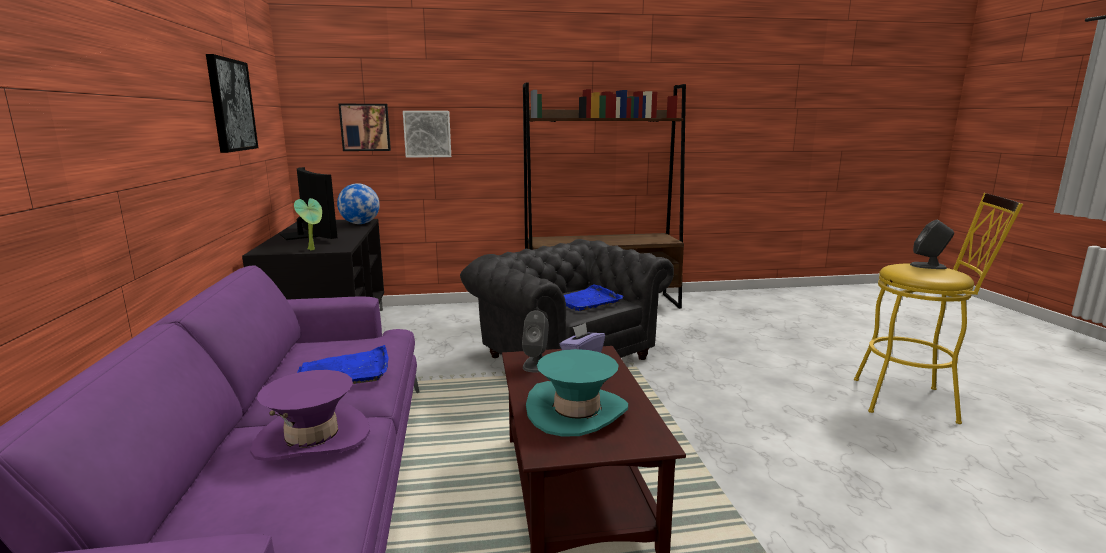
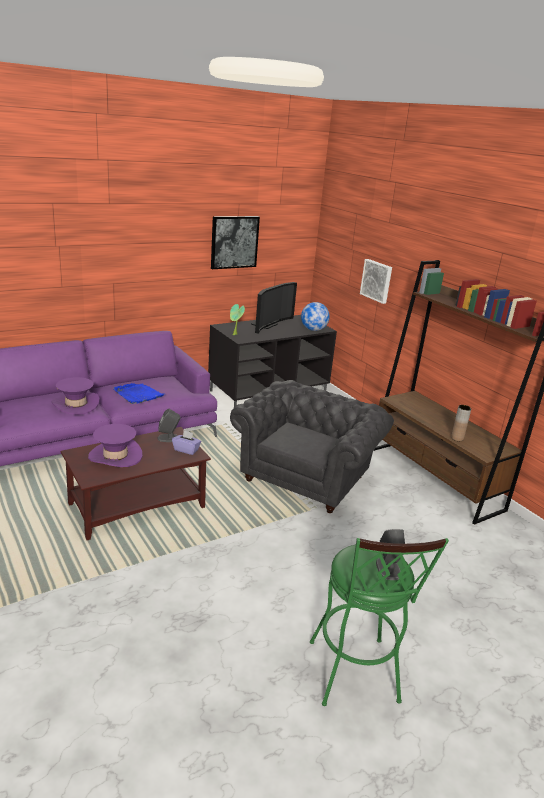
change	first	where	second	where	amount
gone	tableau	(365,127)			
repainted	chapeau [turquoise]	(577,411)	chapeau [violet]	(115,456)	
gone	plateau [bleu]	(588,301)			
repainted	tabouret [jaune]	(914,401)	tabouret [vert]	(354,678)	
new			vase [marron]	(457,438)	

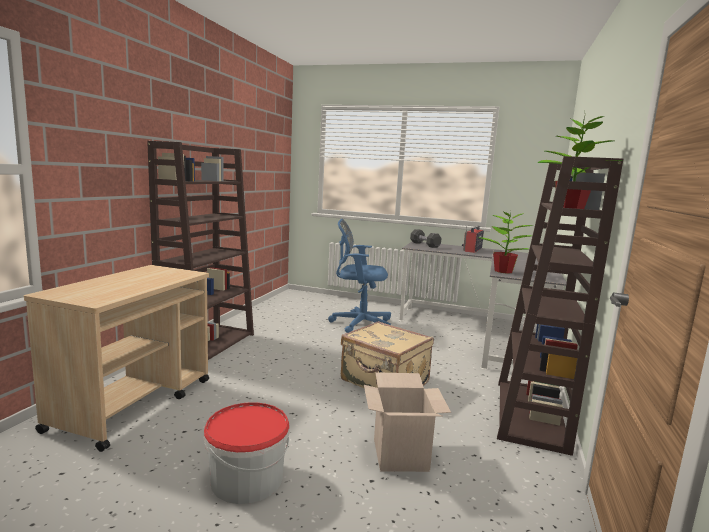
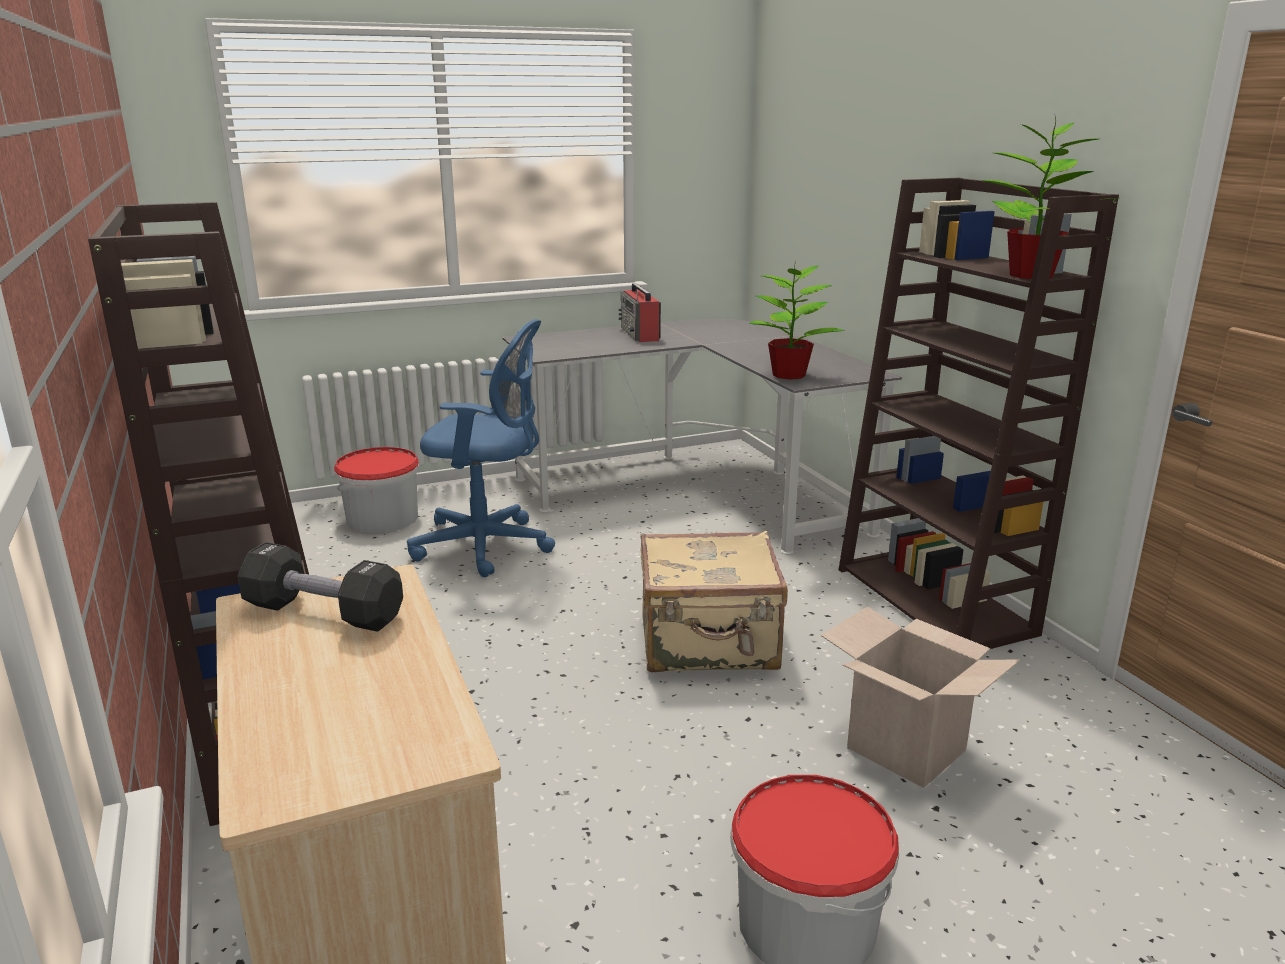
change	first	where	second	where	amount
rotated	chaise de bureau [bleu]	(359,324)		(488,546)	135 degrees counterclockwise
shifted	haltère [noir]	(424,245)		(324,612)	
new			seau	(383,518)	

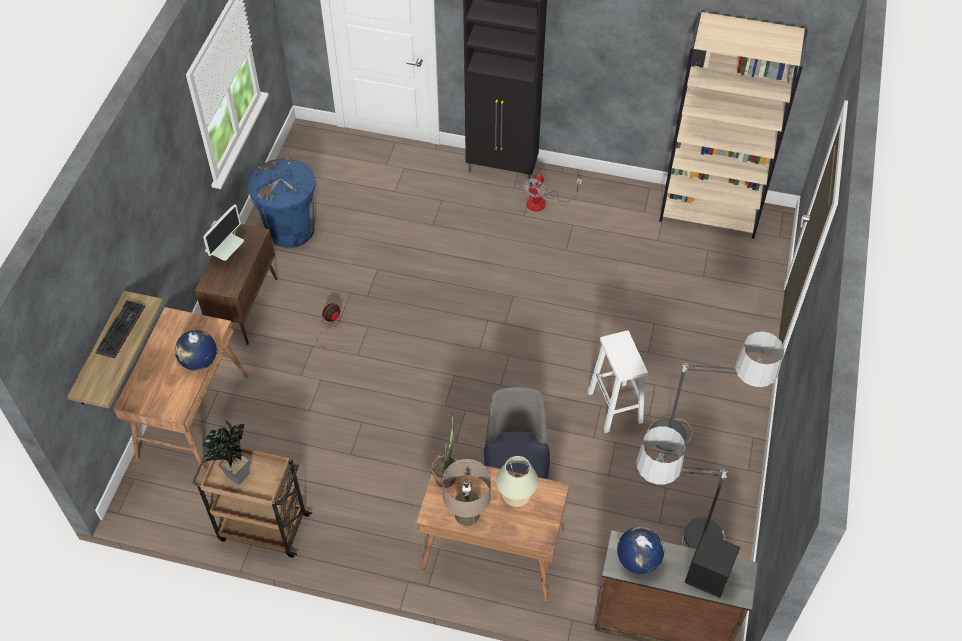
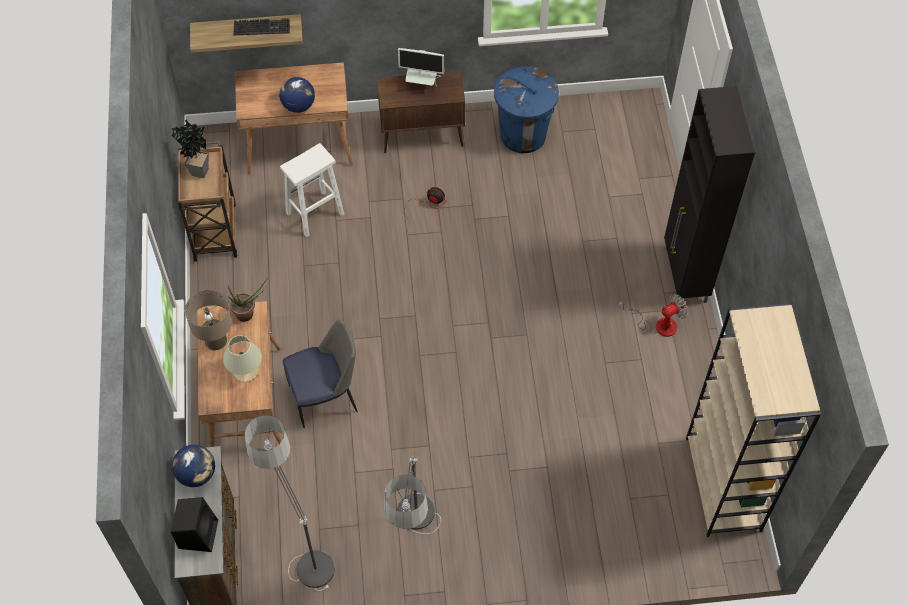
change	first	where	second	where	amount
rotated	ventilateur	(543,202)		(658,324)	150 degrees clockwise
shifted	tabouret [blanc]	(615,408)		(314,214)	

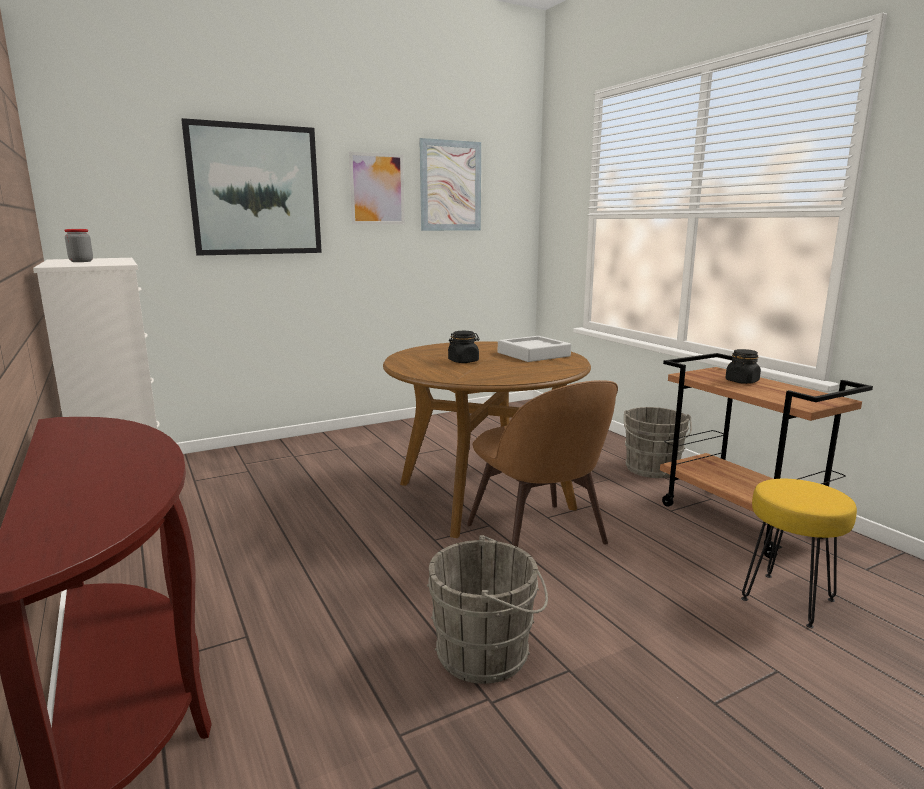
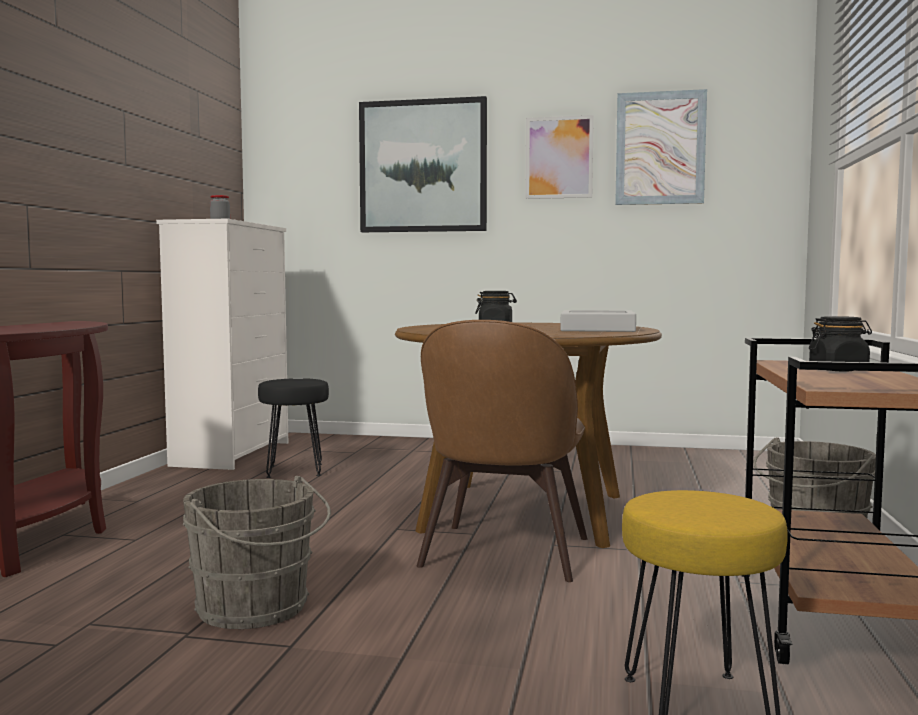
change	first	where	second	where	amount
new			tabouret [noir]	(295,470)	

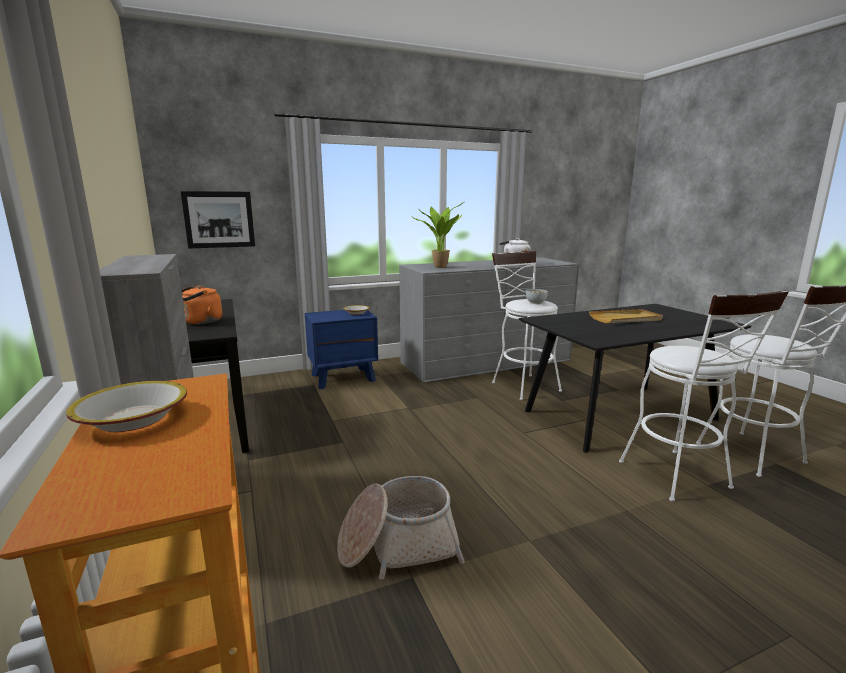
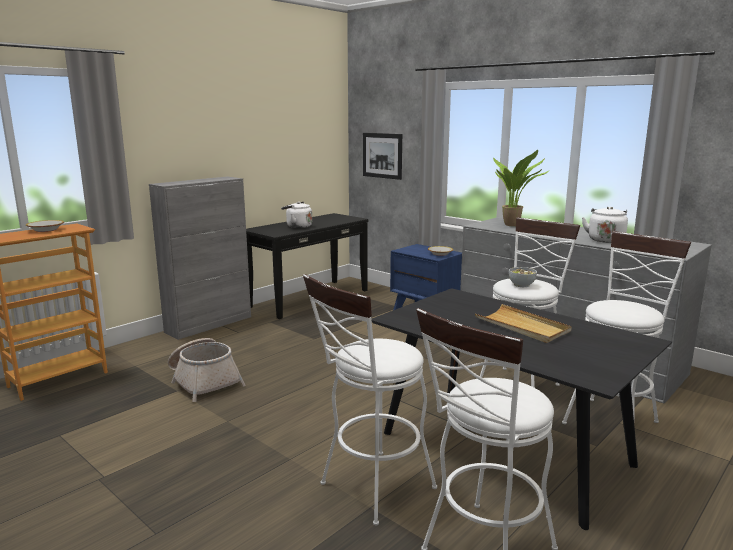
change	first	where	second	where	amount
repainted	bouilloire [orange]	(200,322)	bouilloire [blanc]	(297,226)	
new			tabouret [blanc]	(613,419)	

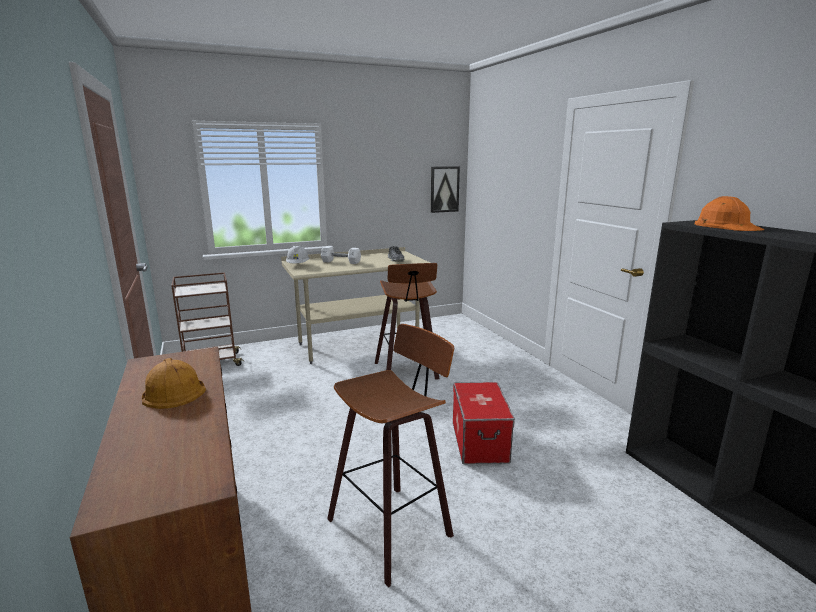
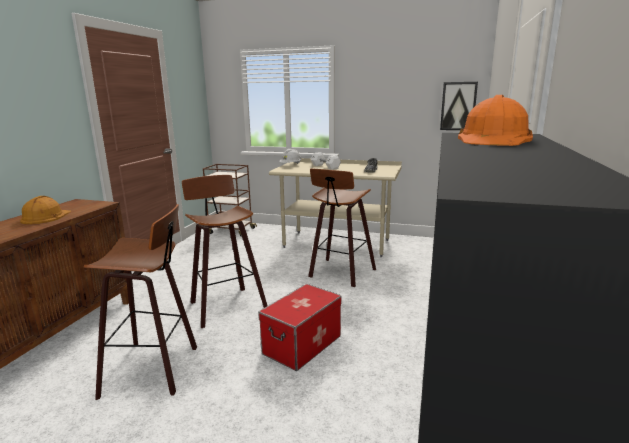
change	first	where	second	where	amount
new			tabouret	(225,305)	

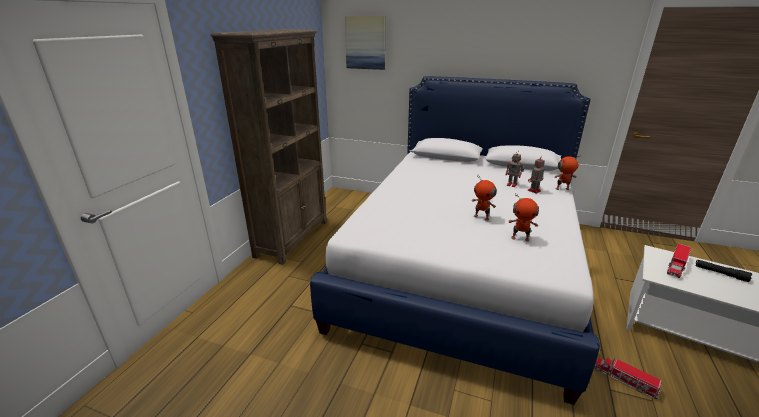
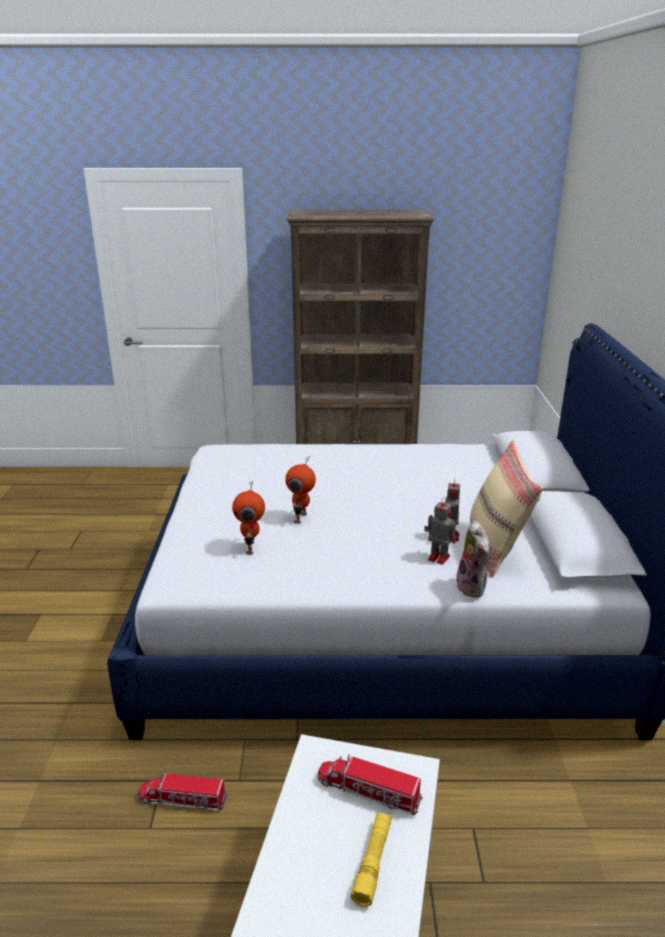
change	first	where	second	where	amount
gone	tableau	(365,43)			
swapped	robot jouet	(562,189)	peluche	(474,587)	
rotated	camion jouet	(624,380)		(183,799)	105 degrees counterclockwise
repainted	lampe de poche [noir]	(720,273)	lampe de poche [jaune]	(373,862)	
new			coussin [beige]	(497,548)	

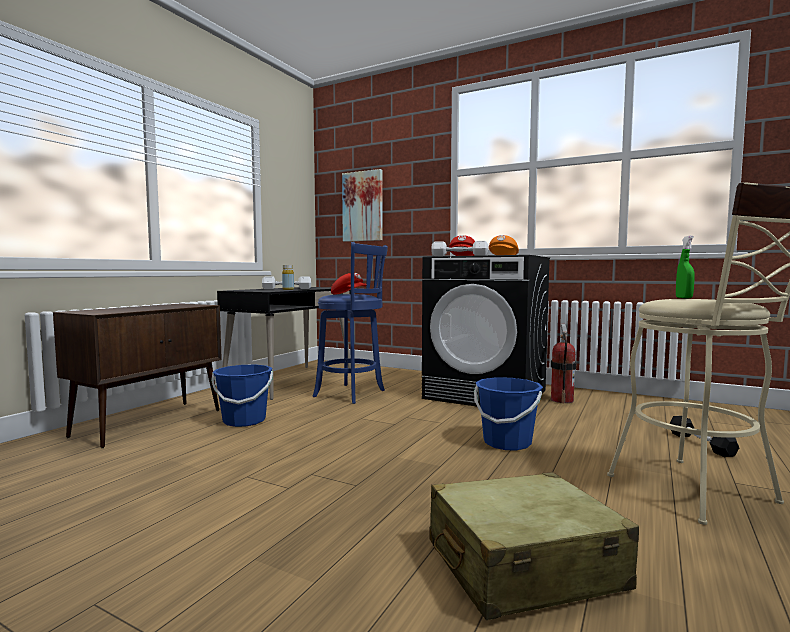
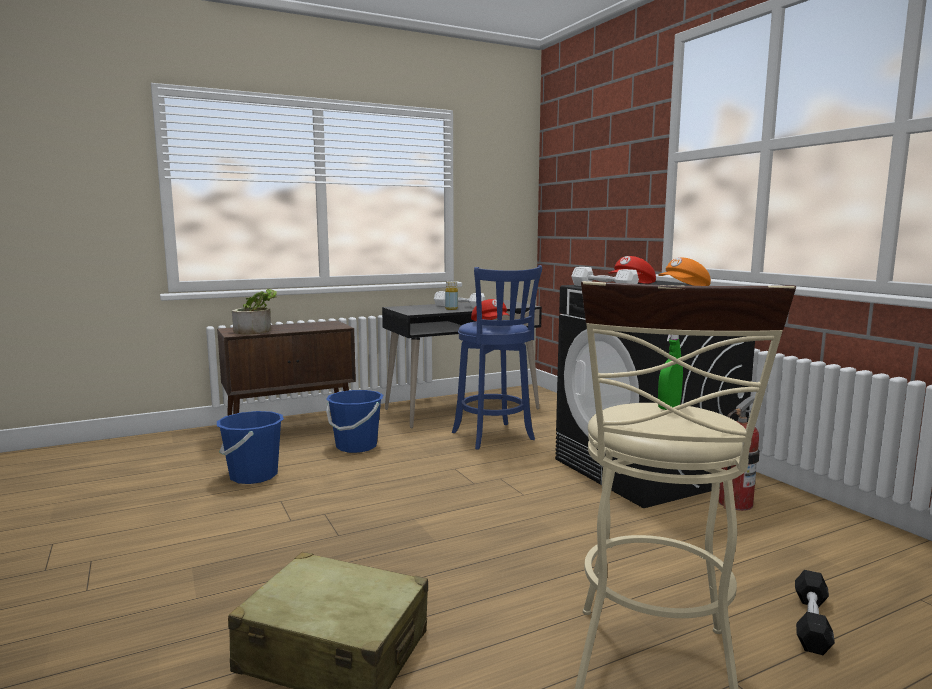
change	first	where	second	where	amount
gone	tableau	(363,206)			
shifted	seau [bleu]	(507,442)		(253,476)	
new			plante en pot	(257,330)	

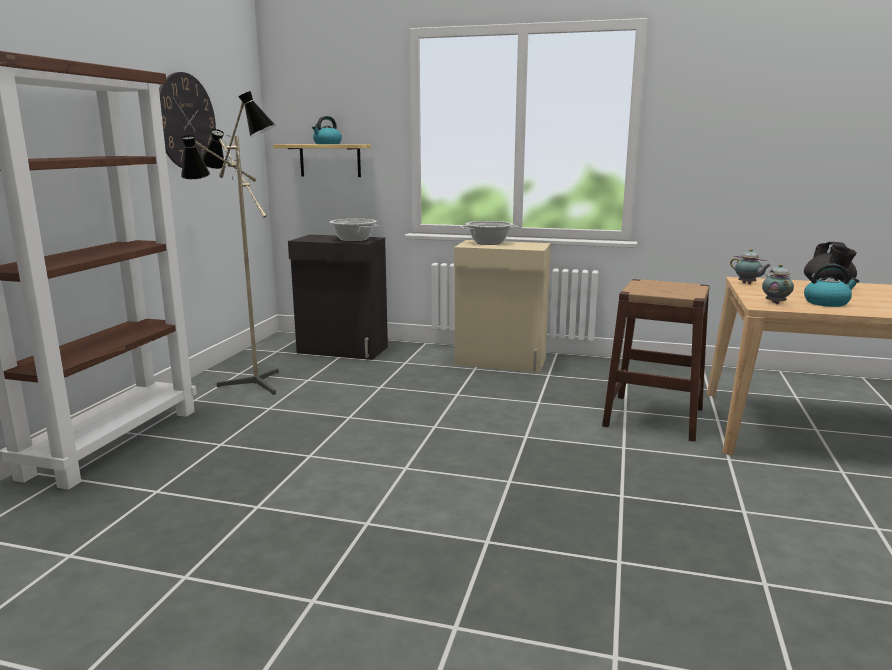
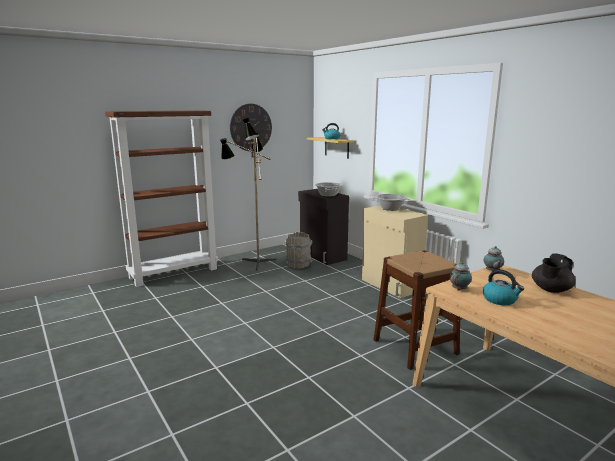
change	first	where	second	where	amount
new			seau [gris]	(298,264)	

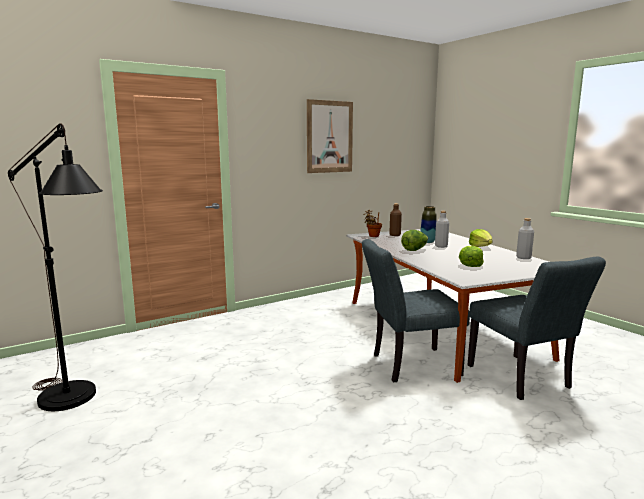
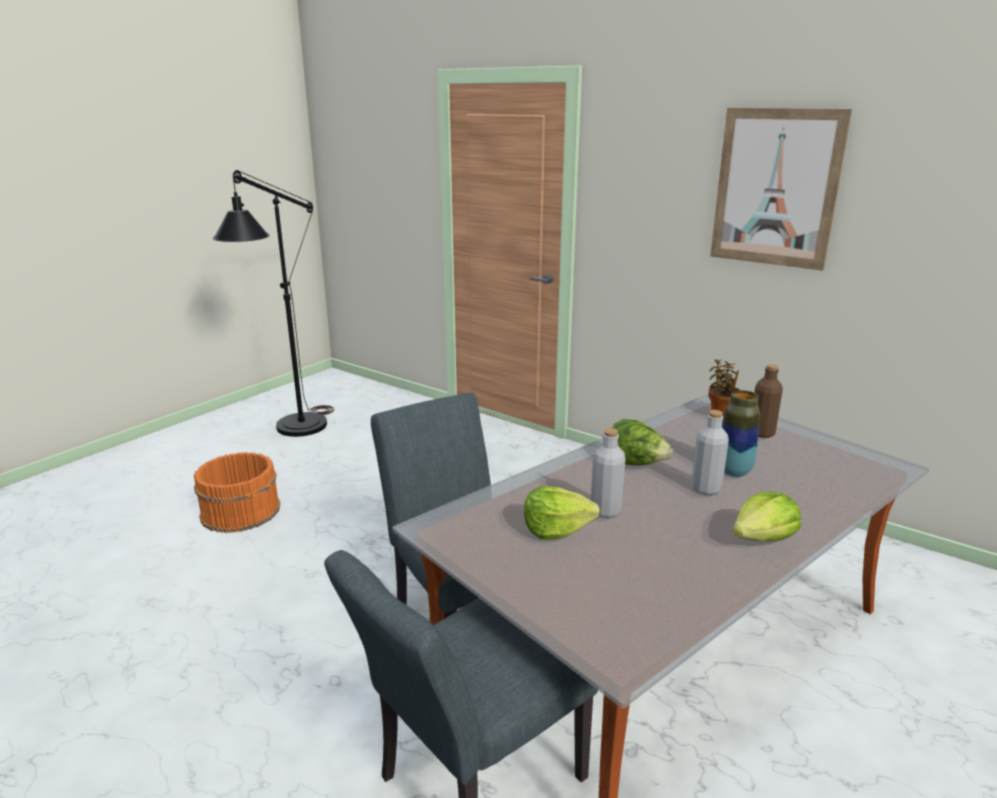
change	first	where	second	where	amount
shifted	bouteille [gris]	(523,257)		(605,510)	
new			seau [orange]	(240,511)	

